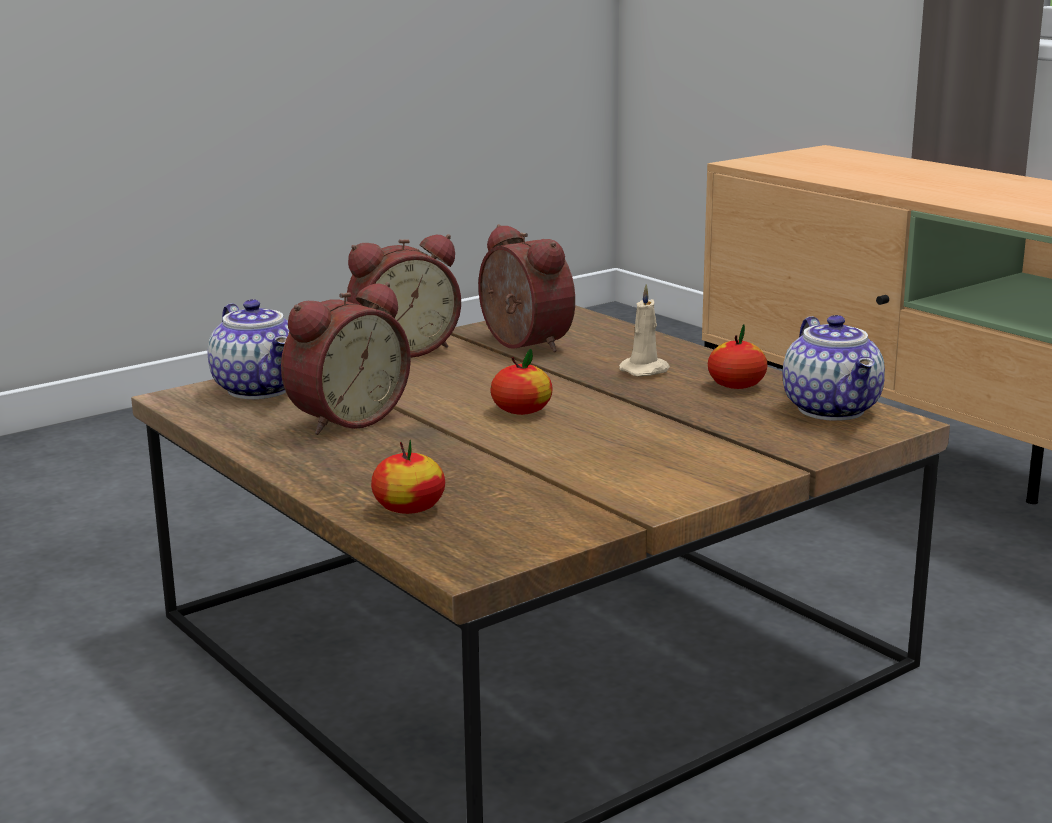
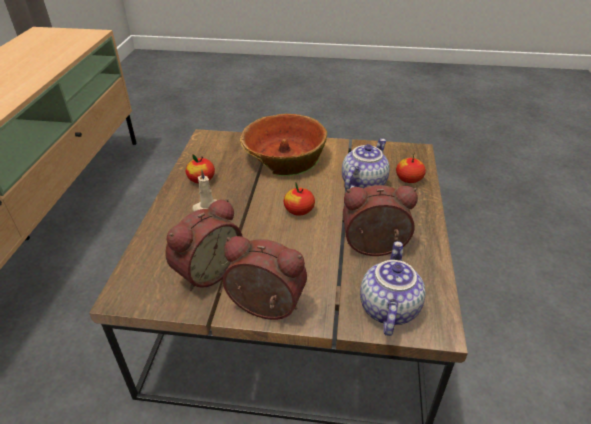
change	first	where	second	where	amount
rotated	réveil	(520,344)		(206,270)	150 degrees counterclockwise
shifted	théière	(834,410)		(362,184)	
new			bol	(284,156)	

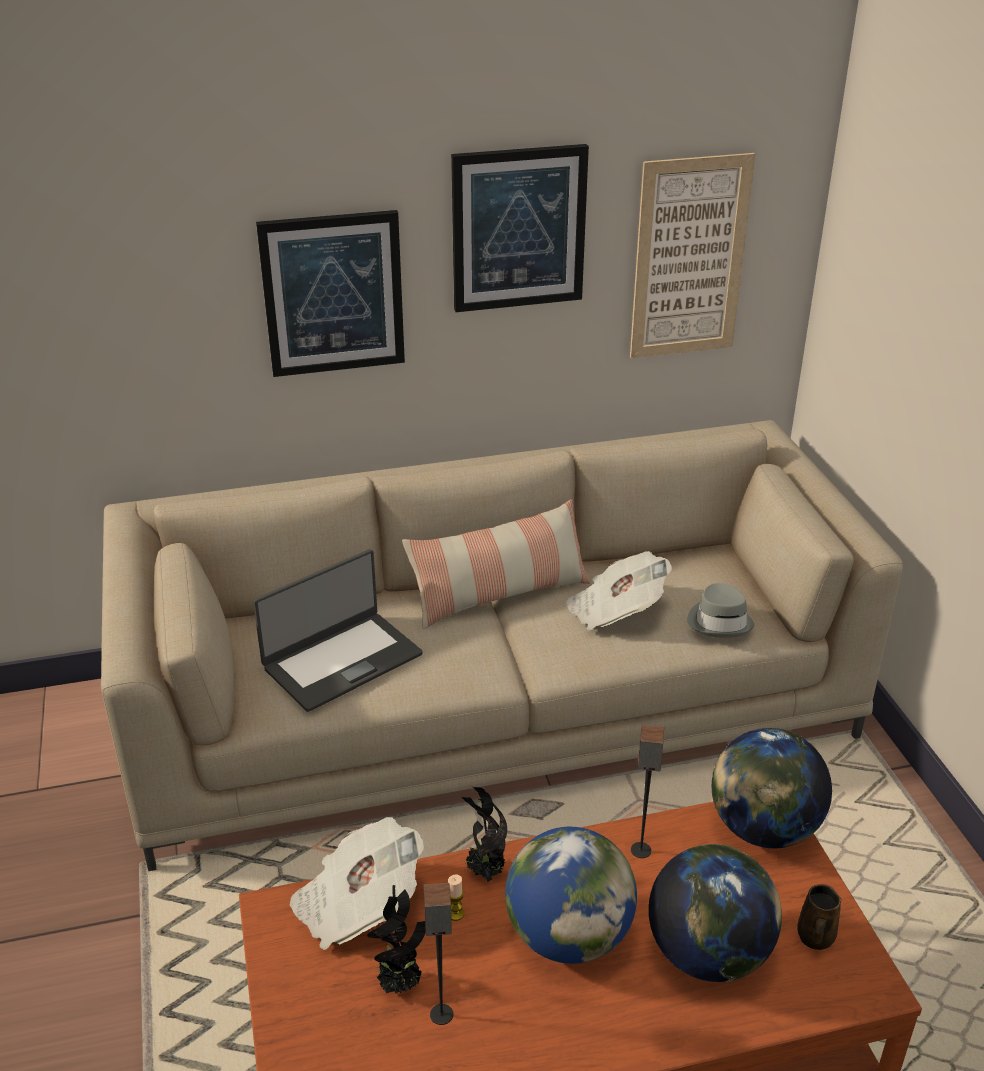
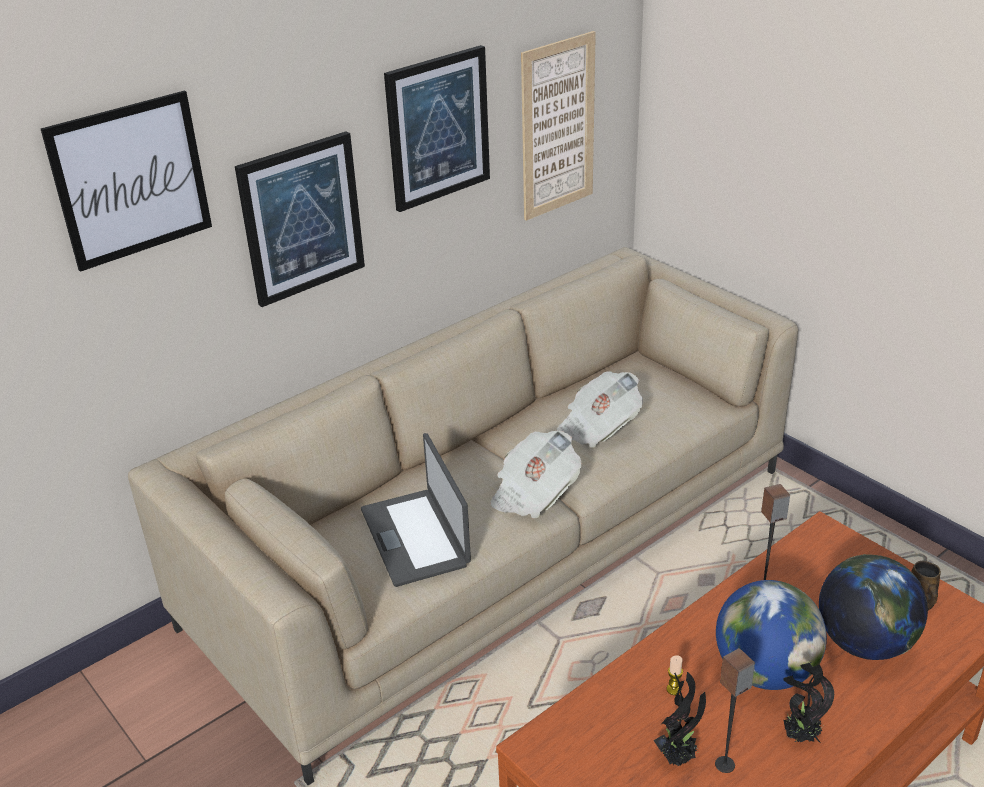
change	first	where	second	where	amount
rotated	ordinateur portable	(341,660)		(416,537)	135 degrees clockwise
shifted	journal	(357,905)		(533,493)	
gone	coussin	(499,595)			
shifted	plante en pot	(483,872)		(799,737)	
gone	chapeau [gris]	(720,622)			
gone	globe	(763,829)			
new			tableau	(131,180)	

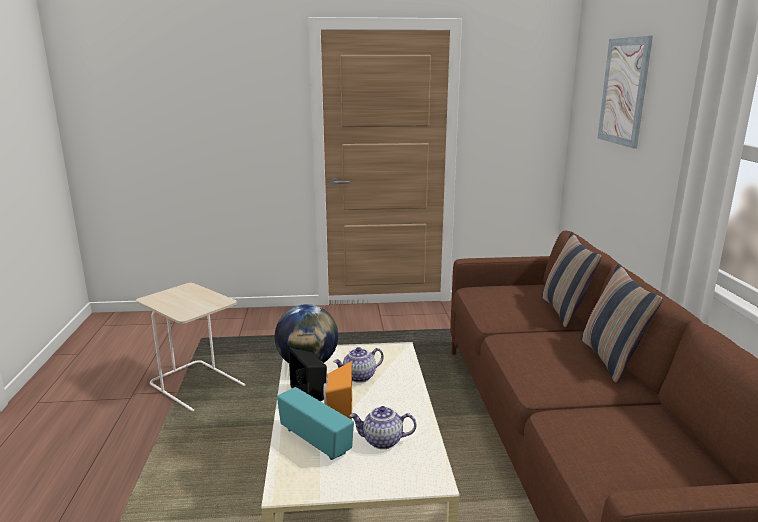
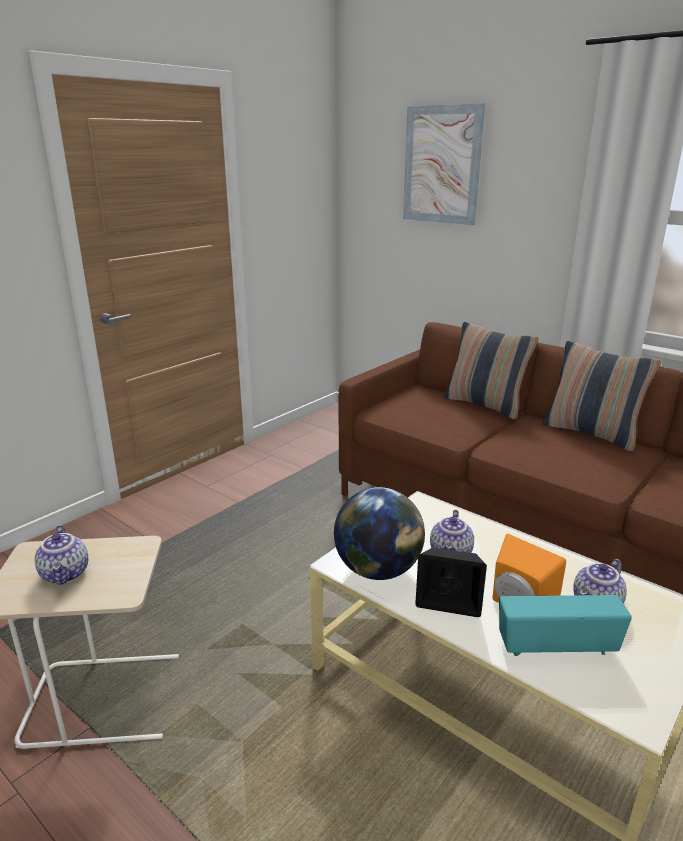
change	first	where	second	where	amount
new			théière	(66,574)	

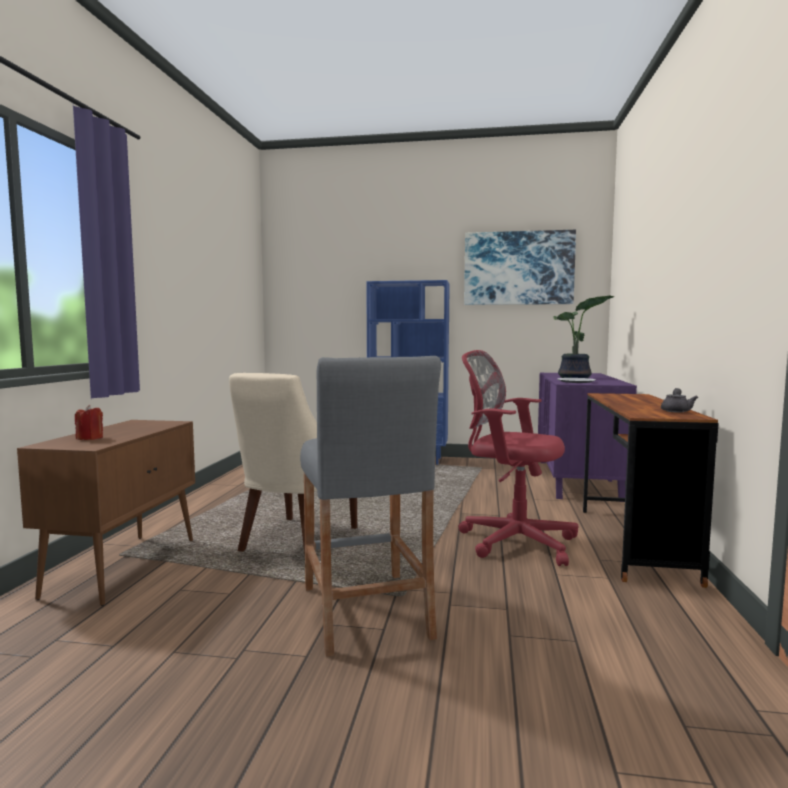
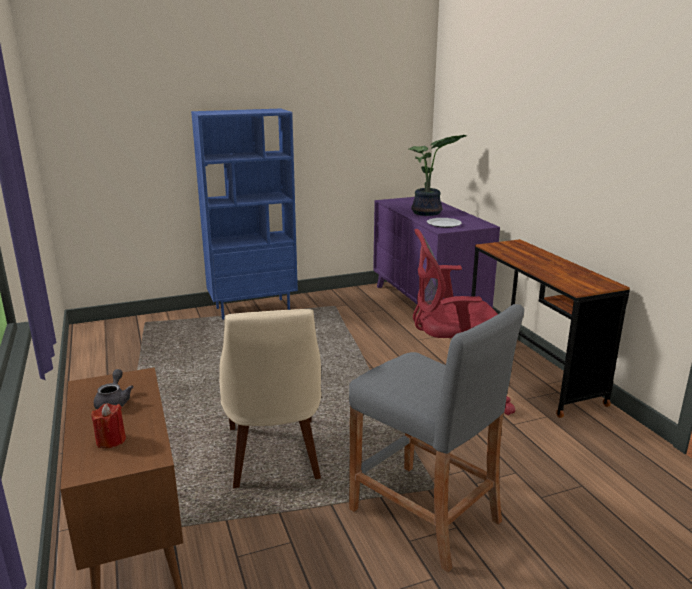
change	first	where	second	where	amount
gone	tableau	(518,268)			
shifted	théière [gris]	(676,410)		(114,402)	

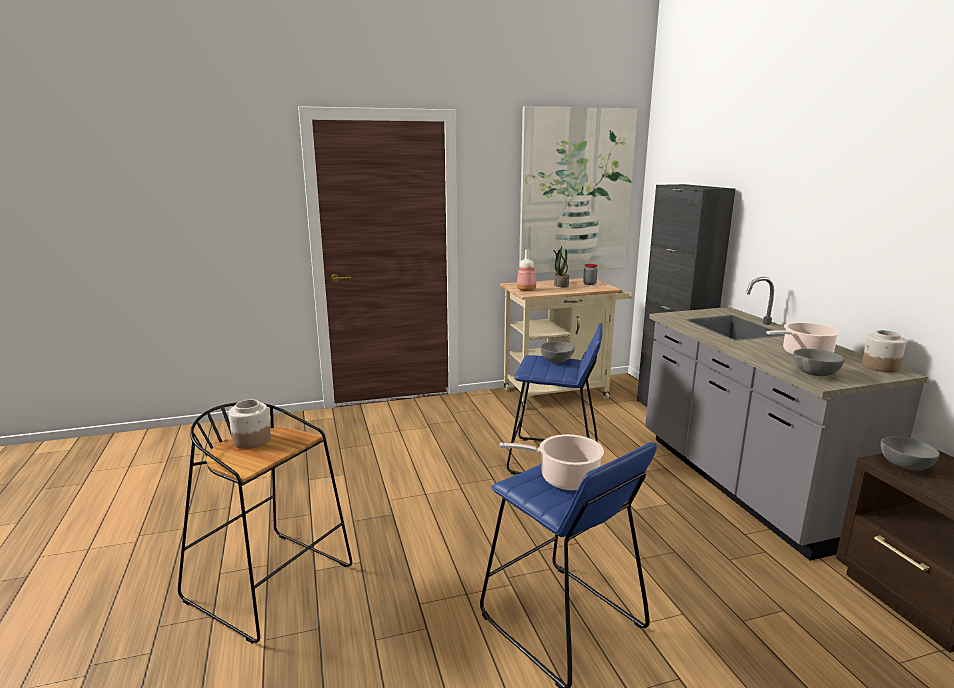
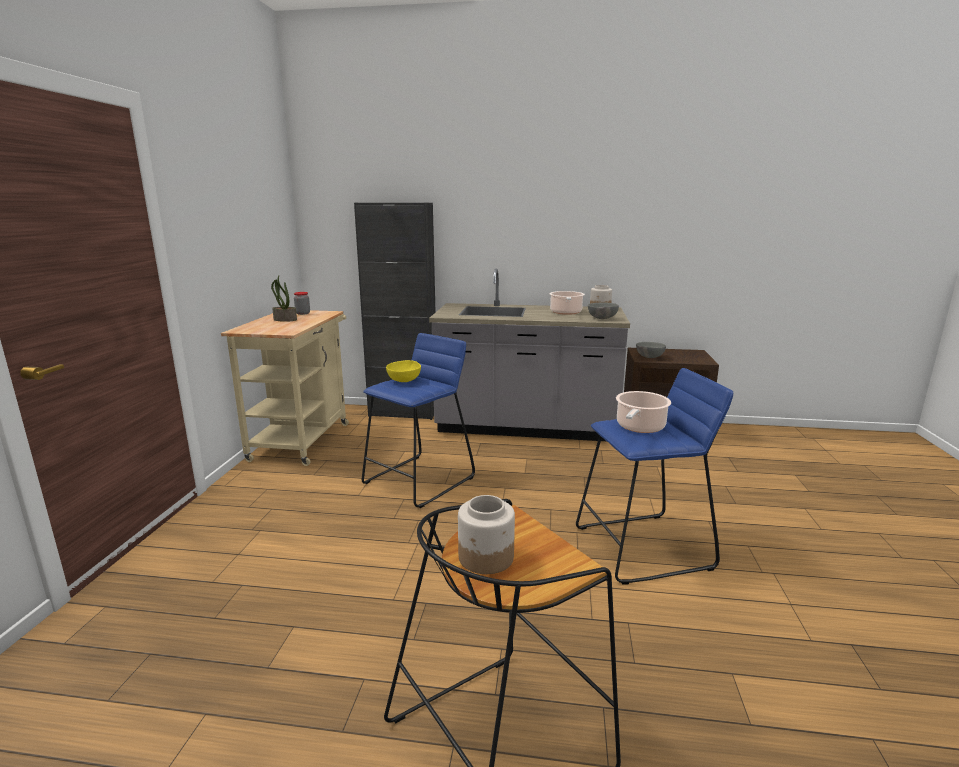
change	first	where	second	where	amount
gone	bouteille	(526,289)			
gone	tableau	(576,192)			
repainted	bol [gris]	(557,361)	bol [jaune]	(405,381)	

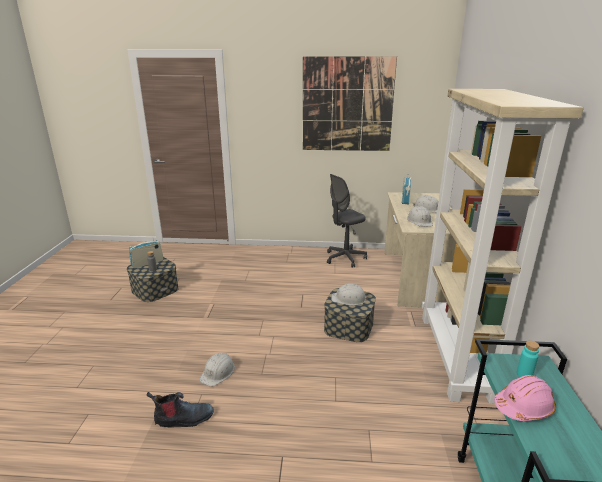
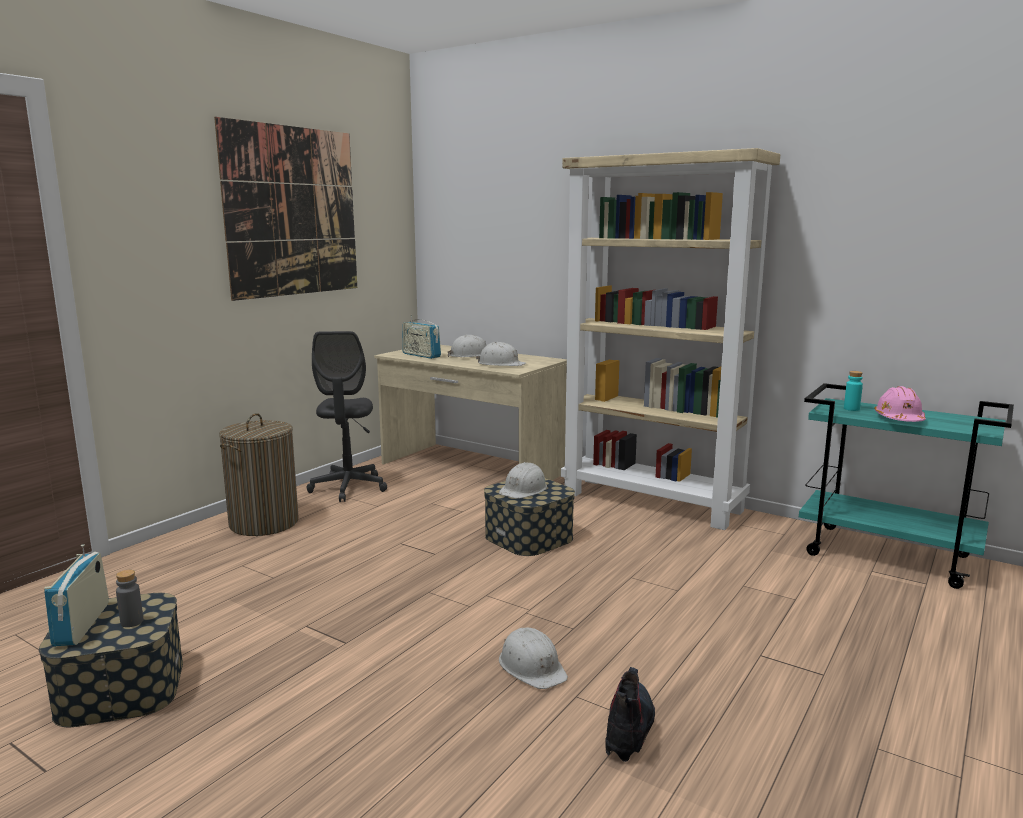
change	first	where	second	where	amount
new			panier à linge	(264,523)	

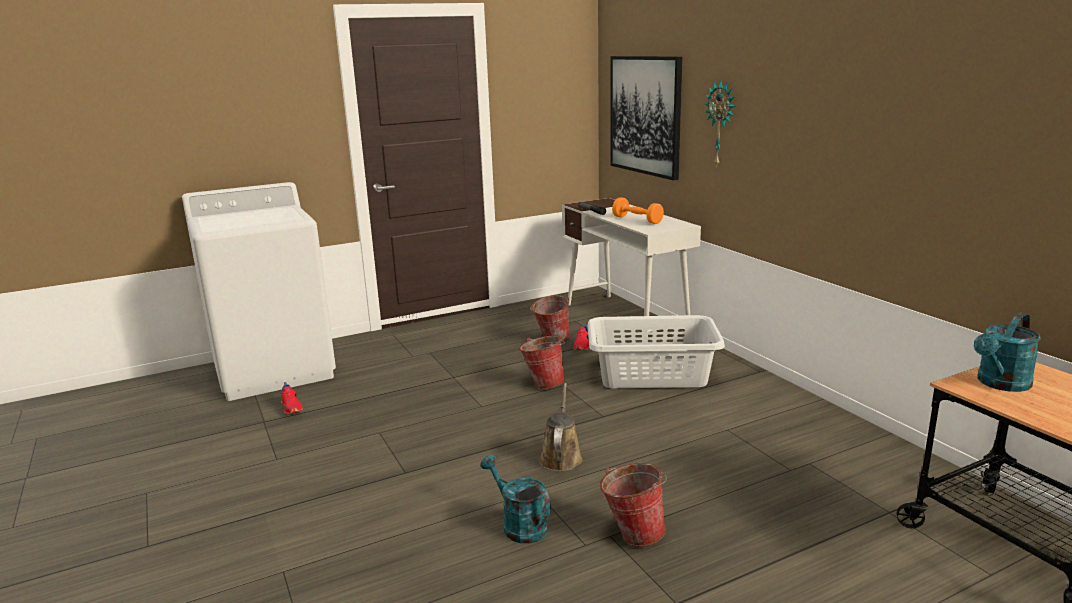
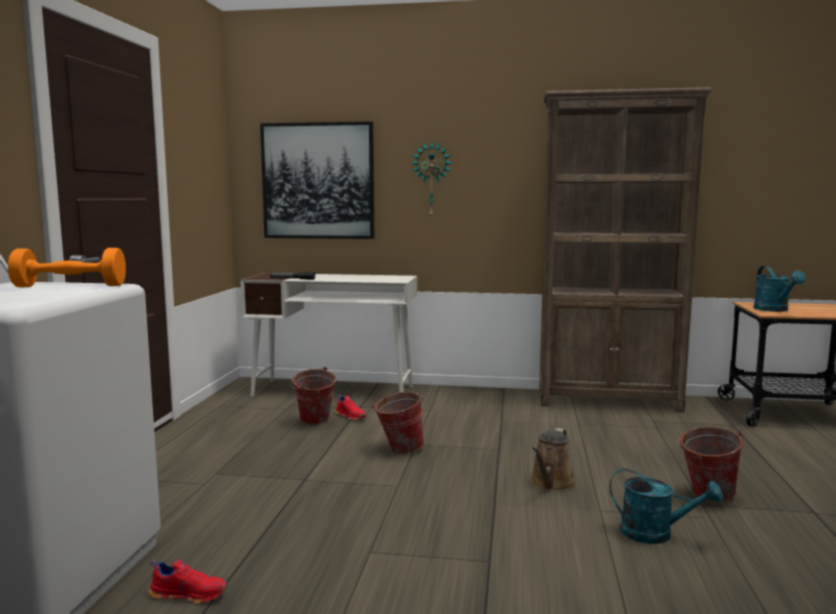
change	first	where	second	where	amount
rotated	arrosoir [turquoise]	(519,525)		(656,534)	150 degrees counterclockwise
rotated	arrosoir [marron]	(561,457)		(551,484)	105 degrees counterclockwise
gone	panier à linge [gris]	(651,374)			
shifted	haltère [orange]	(637,220)		(70,286)	
new			bibliothèque [marron]	(609,401)	

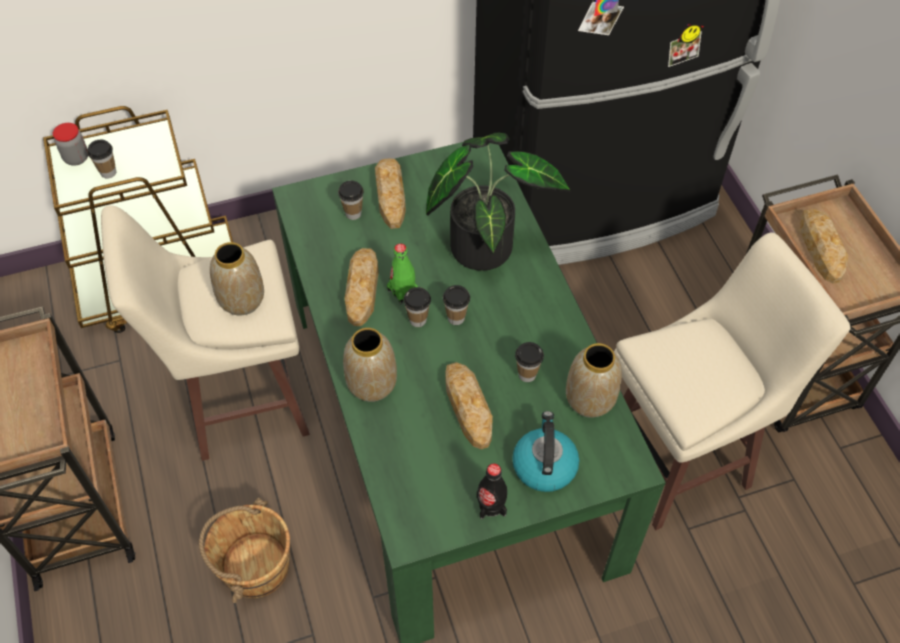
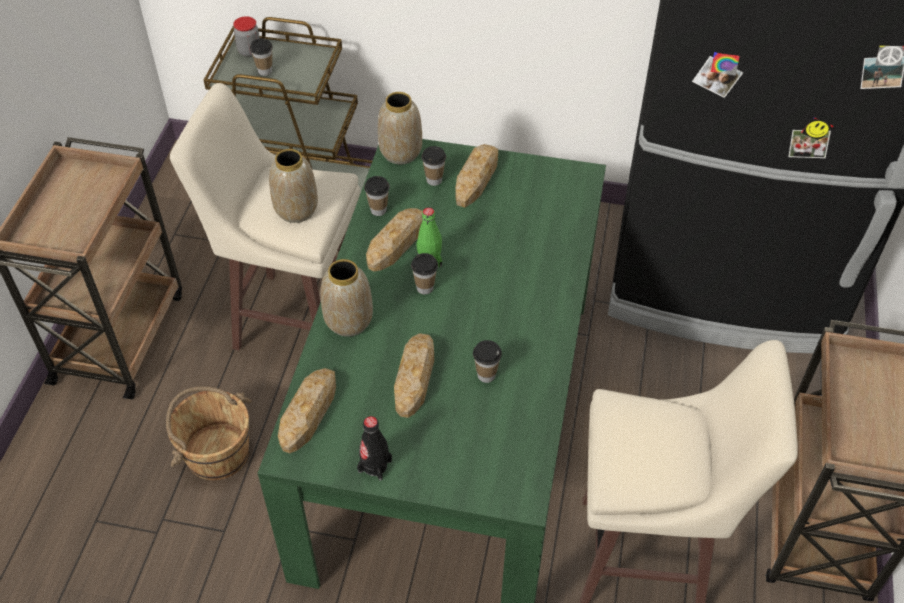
change	first	where	second	where	amount
gone	plante en pot	(485,242)			
shifted	tasse	(456,318)		(378,210)	
gone	bouilloire	(544,465)			
shifted	vase	(590,399)		(401,152)	
shifted	pain	(820,248)		(309,412)	

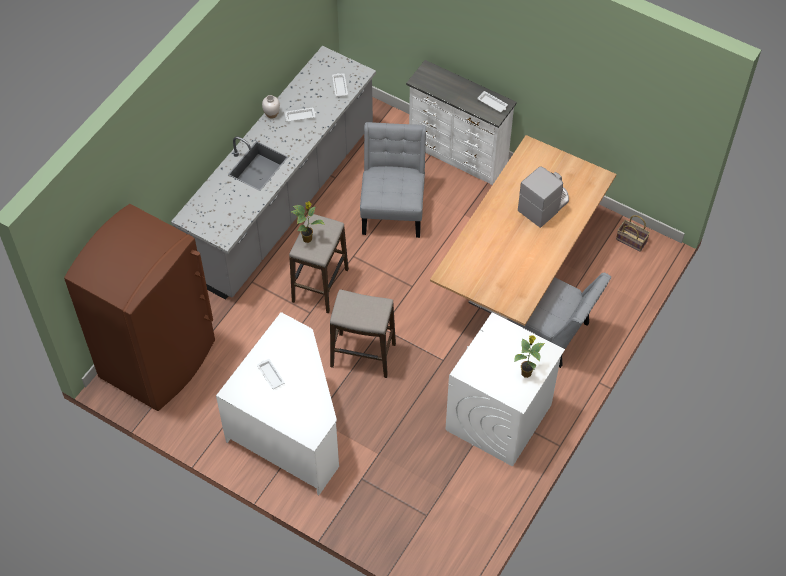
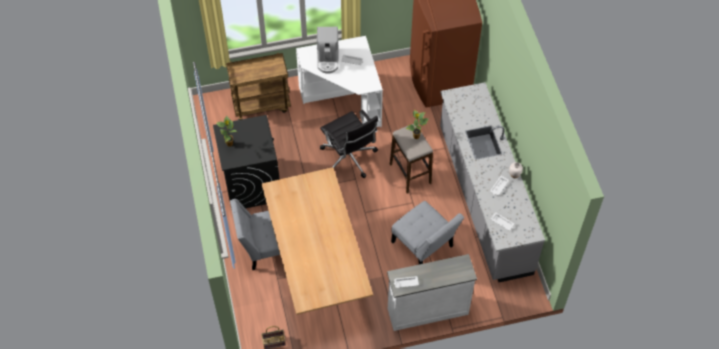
change	first	where	second	where	amount
swapped	tabouret	(363,355)	chaise de bureau [noir]	(349,158)	
repainted	lave-linge [blanc]	(498,418)	lave-linge [noir]	(251,183)	
shifted	machine à café	(544,205)		(328,59)	
new			chariot [marron]	(261,105)	

